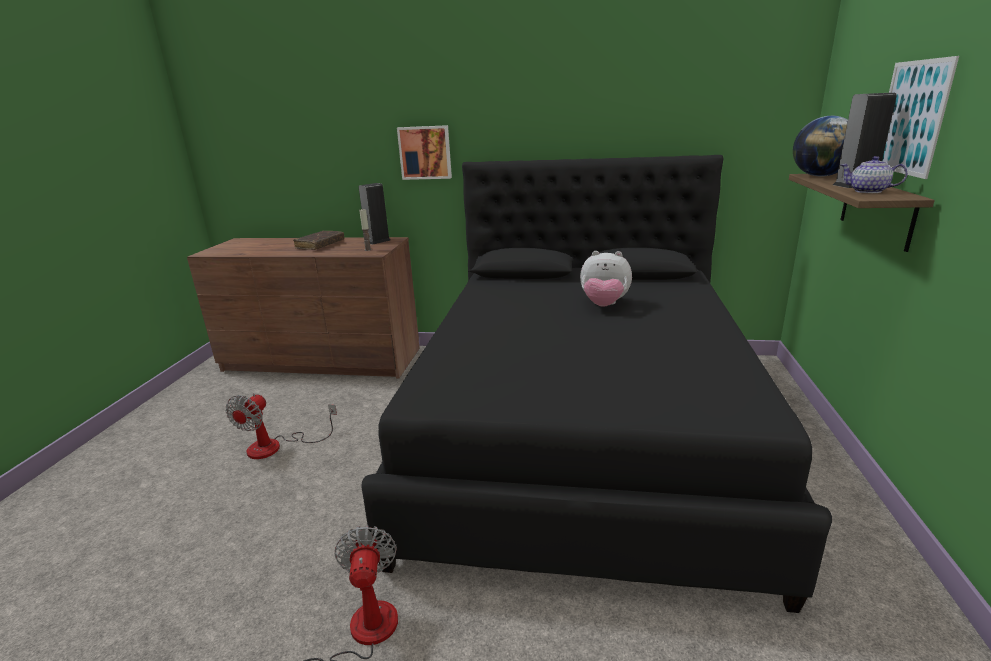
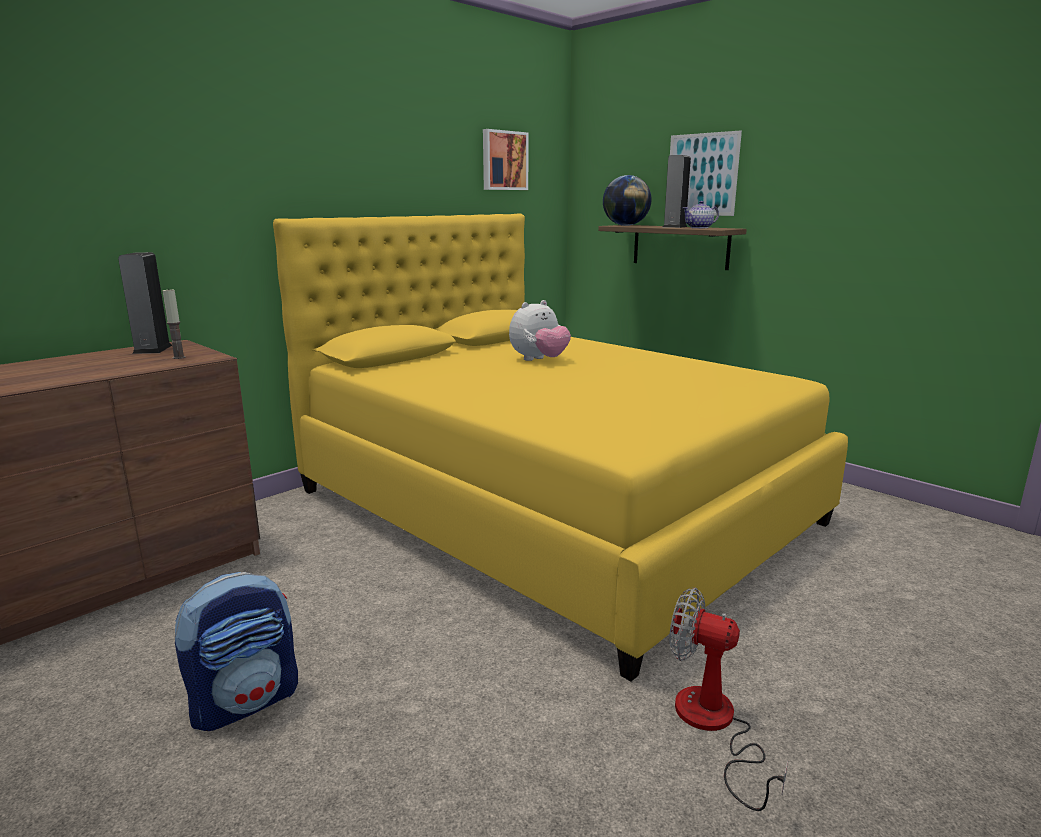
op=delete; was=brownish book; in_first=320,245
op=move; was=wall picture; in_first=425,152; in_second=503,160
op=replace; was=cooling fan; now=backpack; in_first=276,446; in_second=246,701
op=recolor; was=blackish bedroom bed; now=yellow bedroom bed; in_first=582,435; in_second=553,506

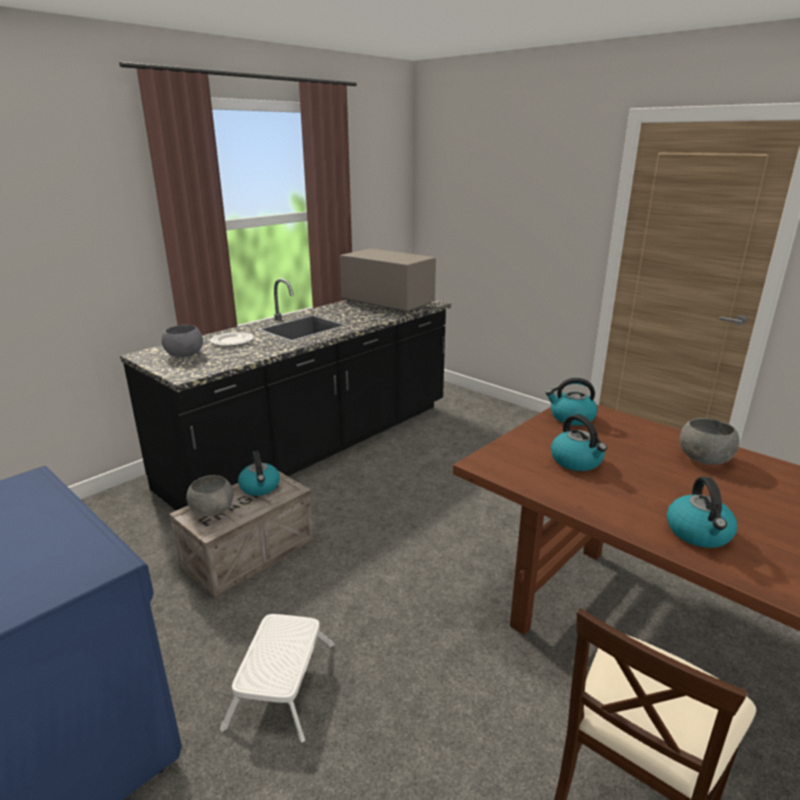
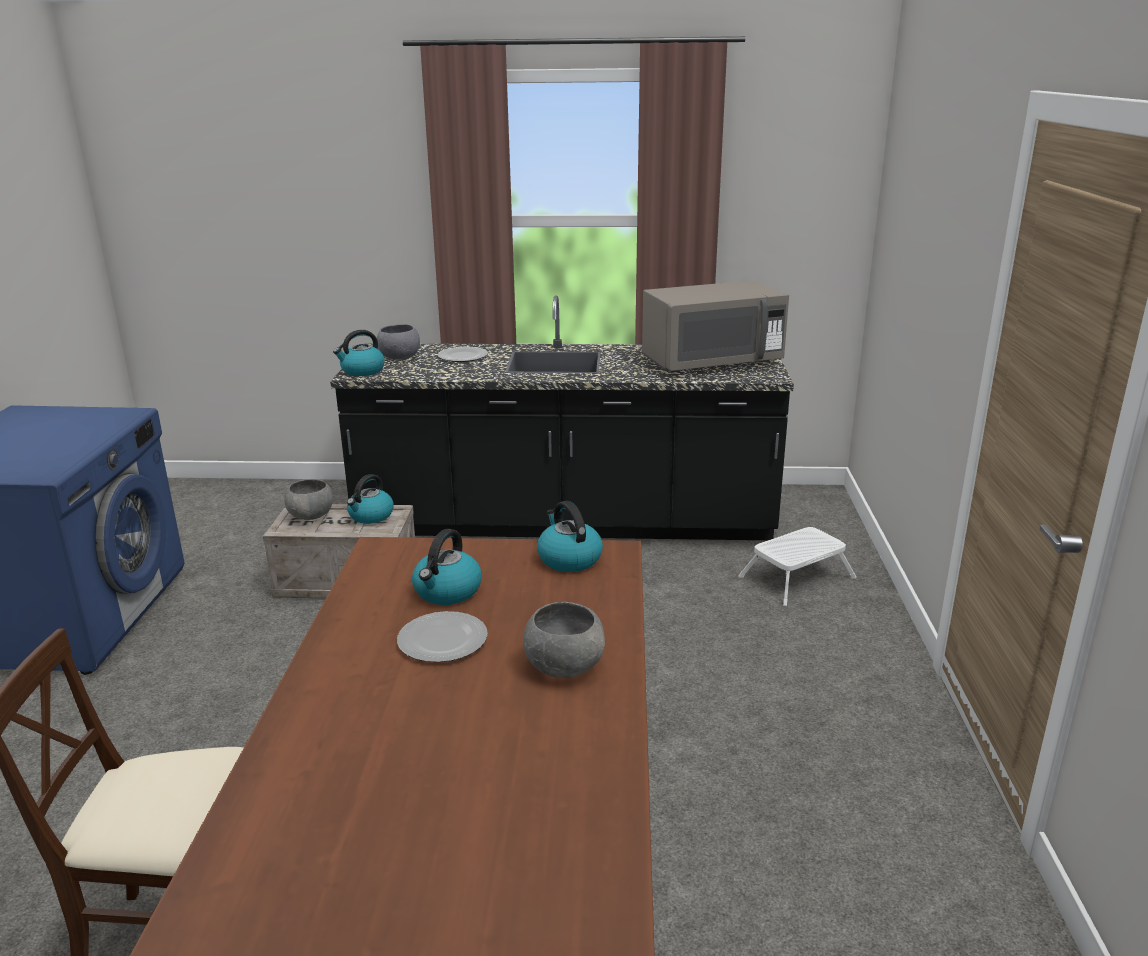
op=insert; now=dinner plate; in_second=441,641
op=move; was=white-coloured step ladder; in_first=282,684; in_second=797,577
op=move; was=tea kettle; in_first=699,533; in_second=362,371
op=rotate; was=greyish kitchen microwave; in_first=387,304; in_second=711,362; clockwise=75

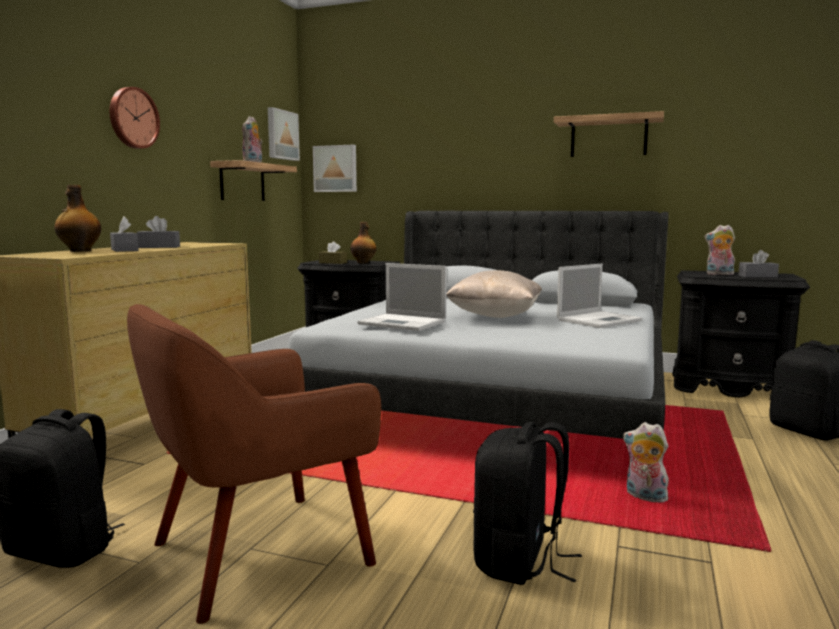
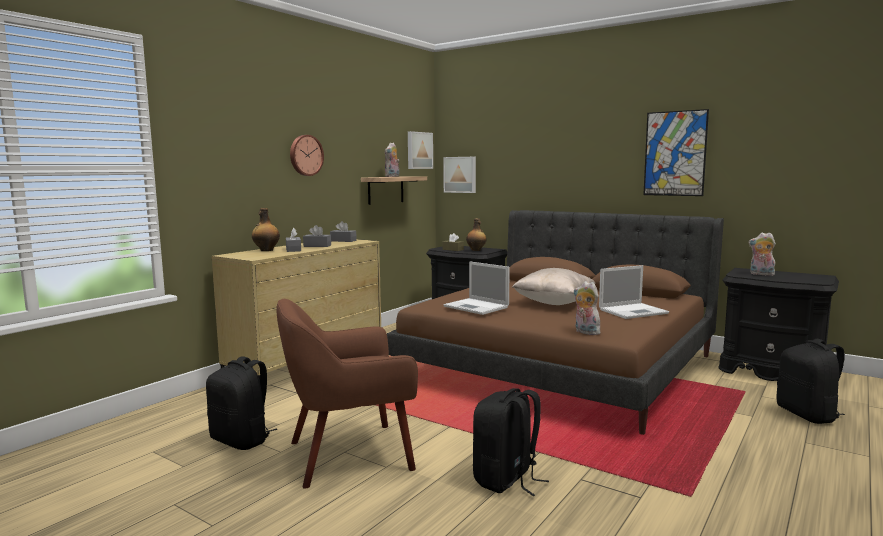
op=move; was=cuddly toy; in_first=644,497; in_second=585,332
op=move; was=greyish tissue box; in_first=757,276; in_second=343,241
op=replace; was=bracket shelf; now=wall picture; in_first=608,137; in_second=675,153
op=recolor; was=greyish bedroom bed; now=brownish bedroom bed; in_first=496,399; in_second=560,366

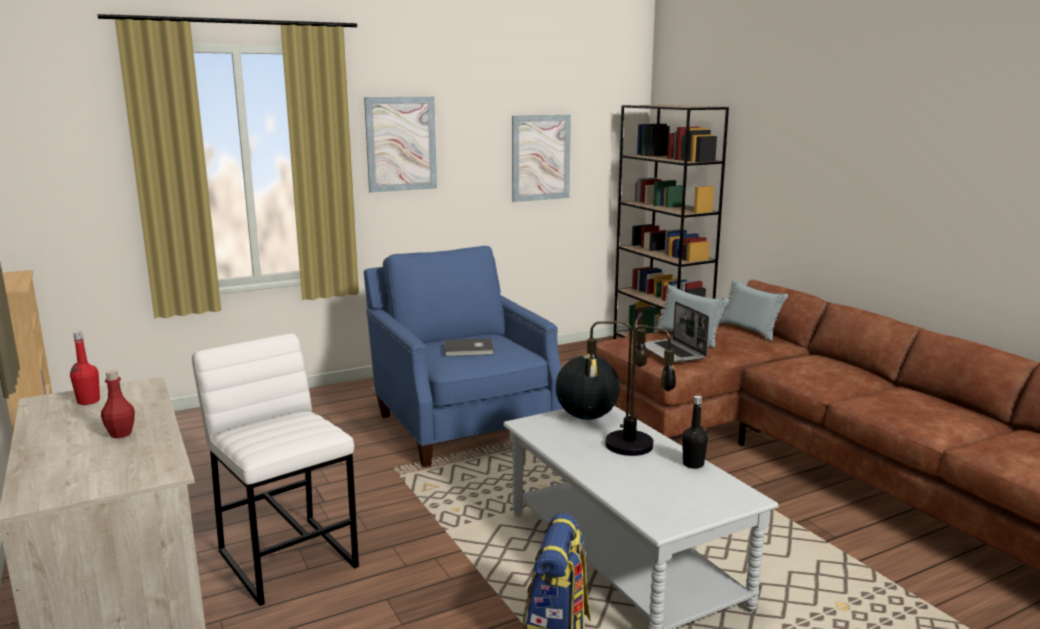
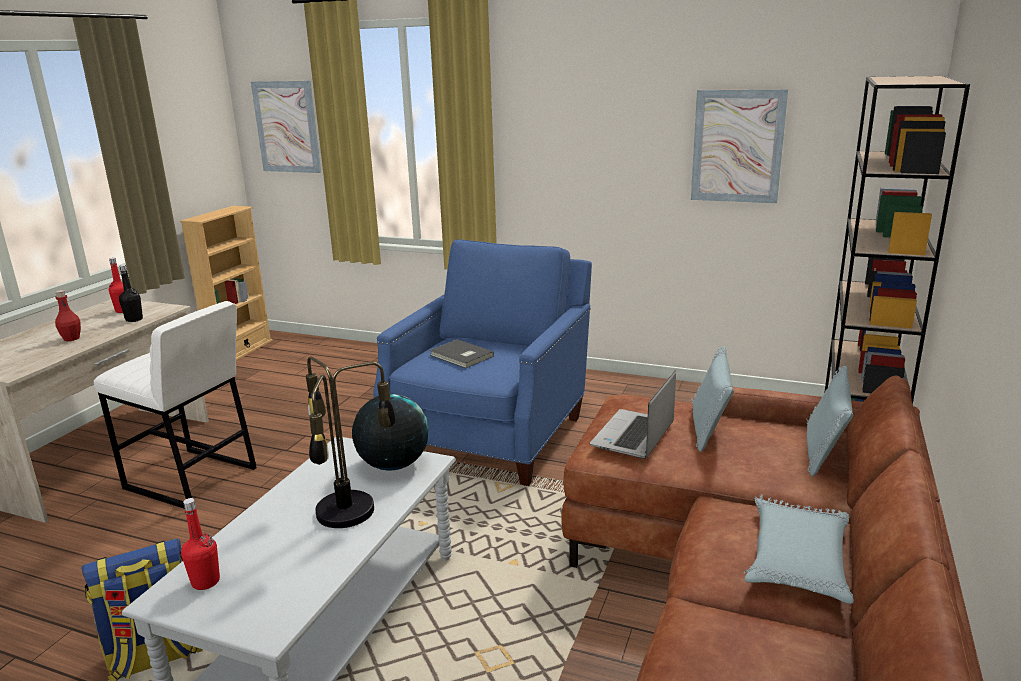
op=insert; now=red bottle; in_second=205,582
op=insert; now=bluish pillow; in_second=797,556
op=move; was=wall picture; in_first=401,144; in_second=287,127
op=move; was=blackish bottle; in_first=693,464; in_second=134,319
op=rotate; was=white-coloured plain chair; in_first=286,557; in_second=193,479; clockwise=105

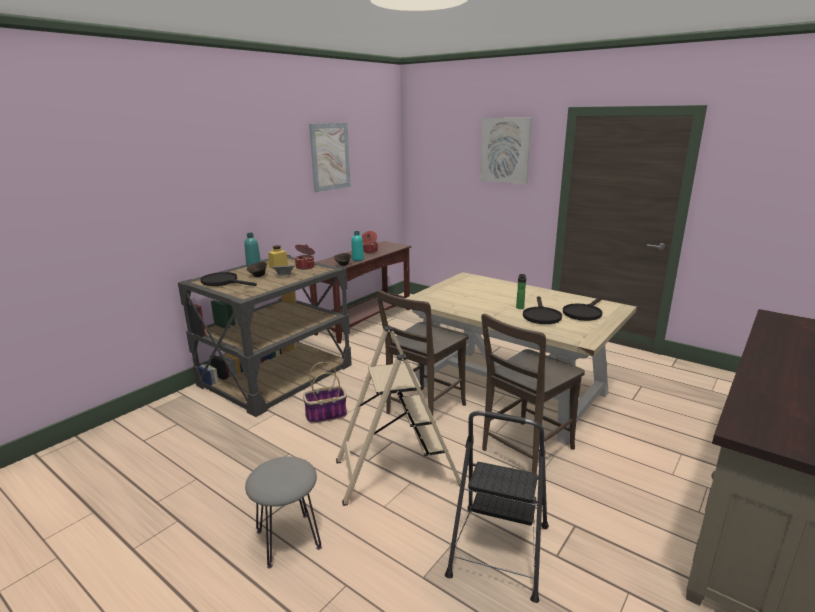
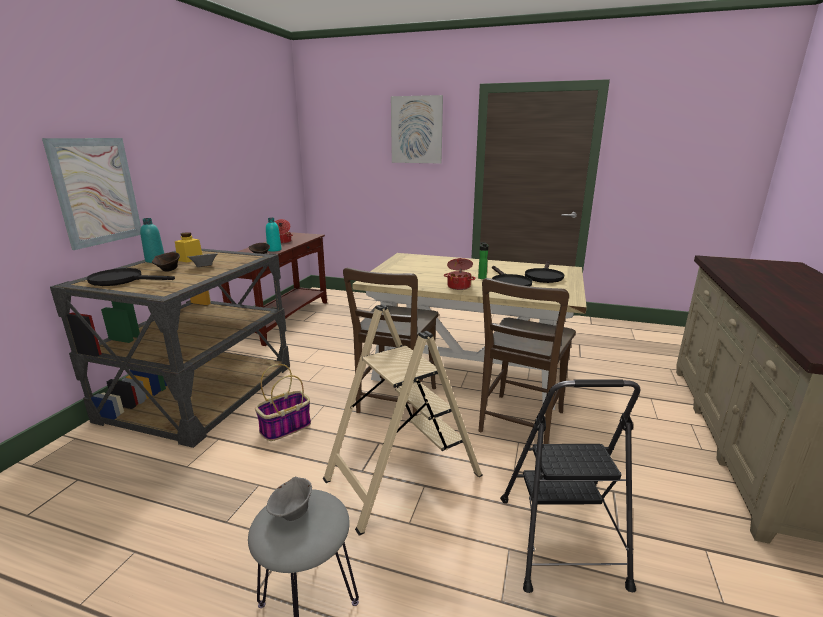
op=insert; now=greyish bowl; in_second=292,513
op=move; was=saucepot; in_first=305,267; in_second=459,286
op=move; was=wall picture; in_first=330,156; in_second=96,191

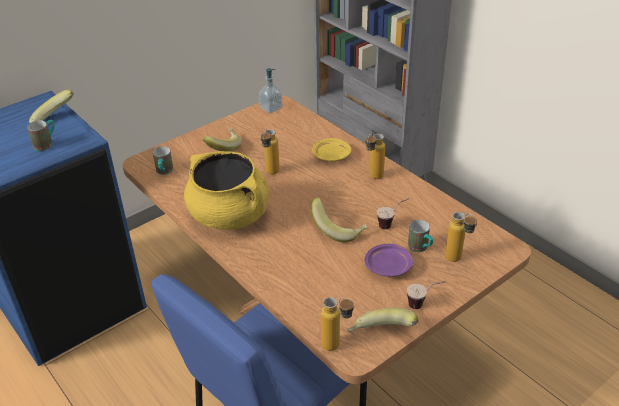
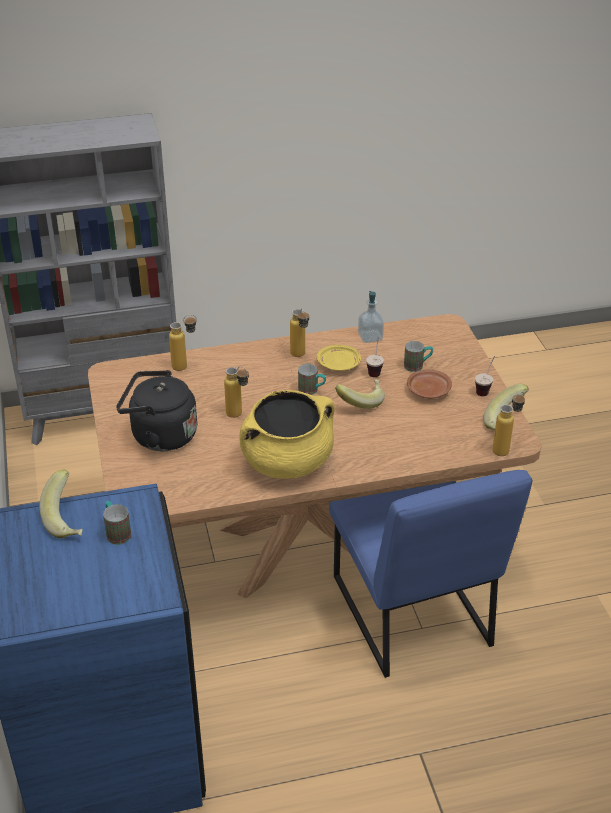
op=move; was=mug; in_first=164,172; in_second=312,390
op=move; was=liquid soap bottle; in_first=271,108; in_second=370,337
op=move; was=yellow dinner plate; in_first=331,156; in_second=339,364
op=move; was=bottle; in_first=457,261; in_second=186,366
op=replace; was=banana fruit; now=blackish tea kettle; in_first=223,148; in_second=160,435
op=recolor; was=purplish dinner plate; now=brownish dinner plate; in_first=388,266; in_second=428,390

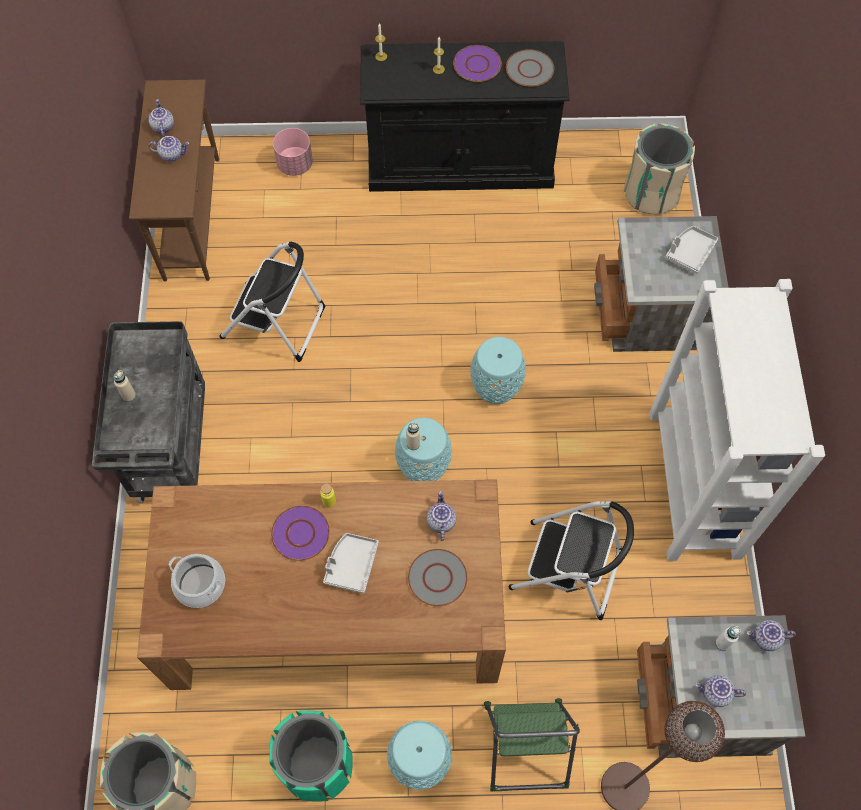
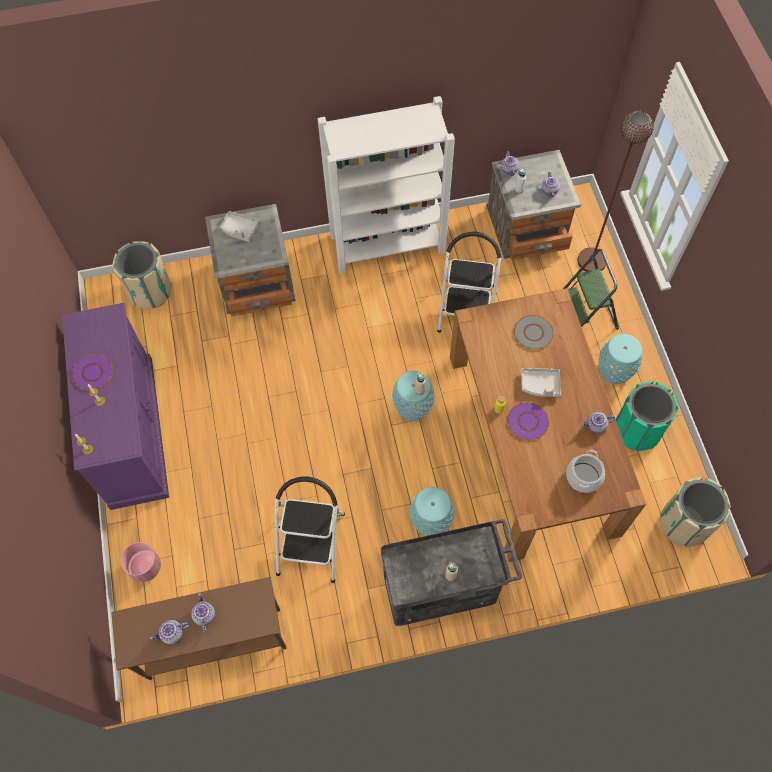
op=delete; was=greyish dinner plate; in_first=530,69
op=move; was=tea pot; in_first=440,521; in_second=595,426
op=move; was=turquoise stool seat; in_first=496,386; in_second=431,520
op=recolor; was=blackish cabinet; now=purplish cabinet; in_first=461,163; in_second=132,430

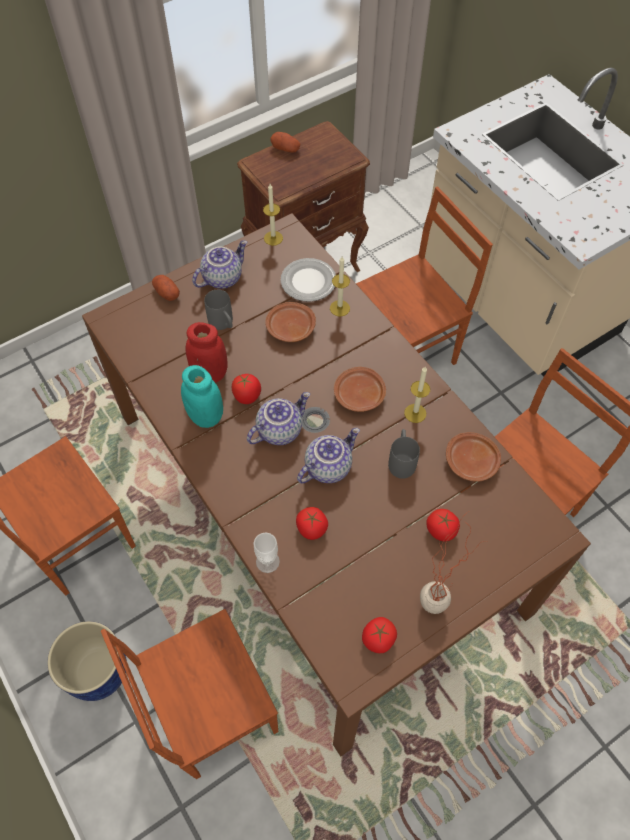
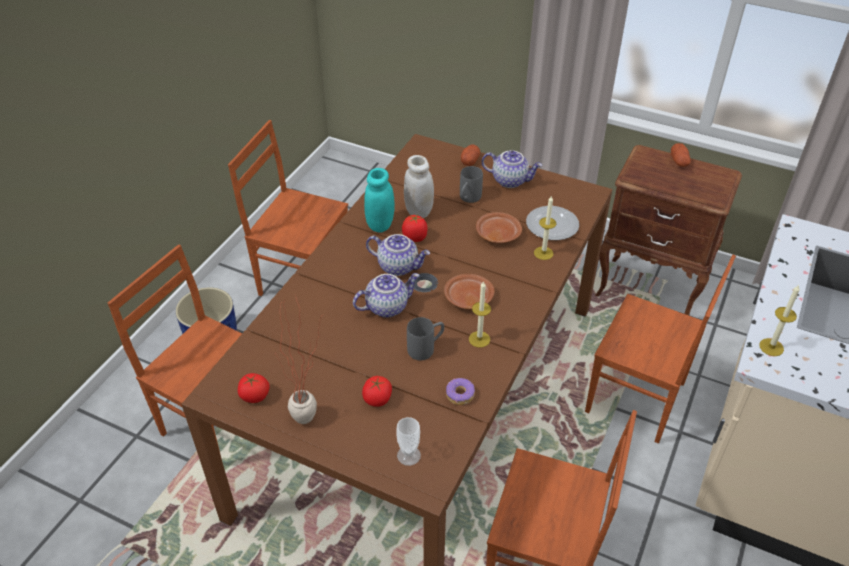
op=delete; was=tomato; in_first=311,528
op=move; was=small cup; in_first=267,561; in_second=408,455
op=move; was=wax candle; in_first=273,238; in_second=771,347
op=replace; was=brownish dinner plate; now=doughnut; in_first=471,462; in_second=460,395
op=recolor; was=red preserve jar; now=white-coloured preserve jar; in_first=210,373; in_second=418,211
op=rotate; was=tea pot; in_first=327,466; in_second=387,306; clockwise=-45

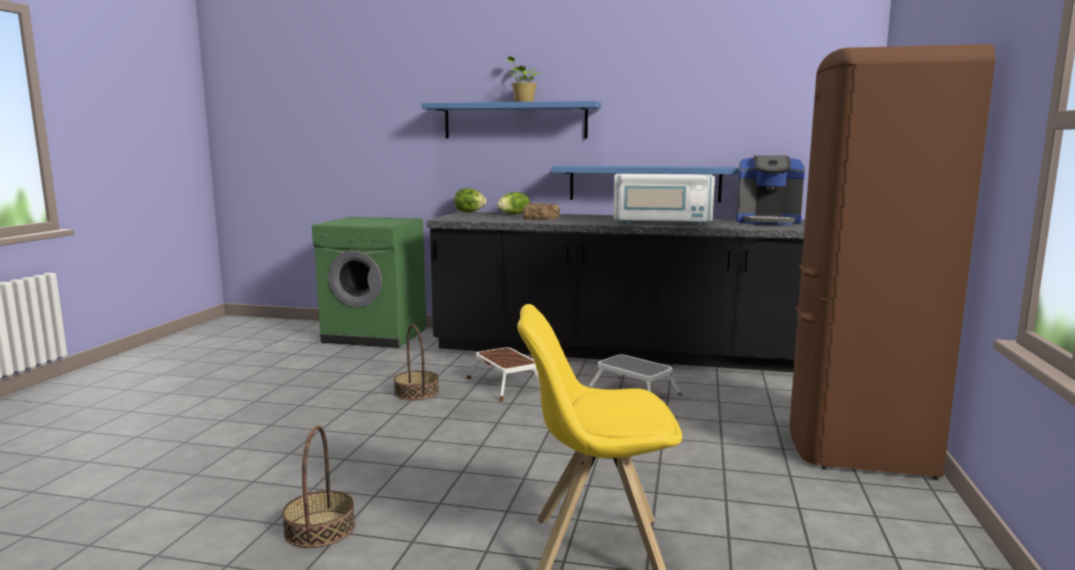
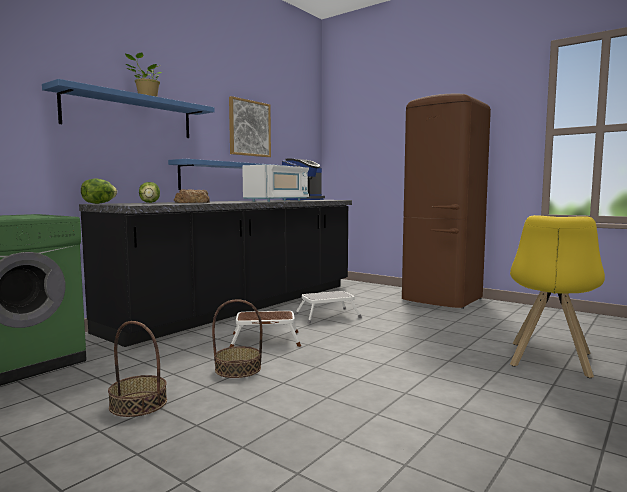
op=insert; now=wall picture; in_second=249,128
op=move; was=storage basket; in_first=319,529; in_second=138,404

